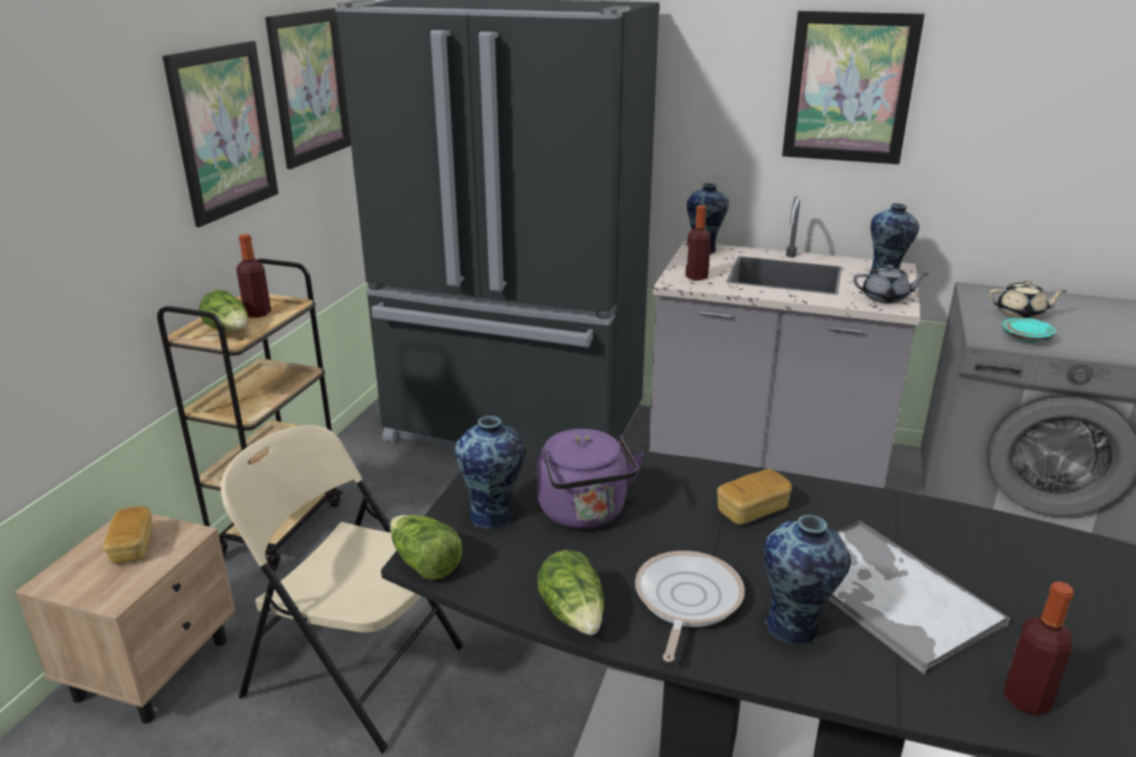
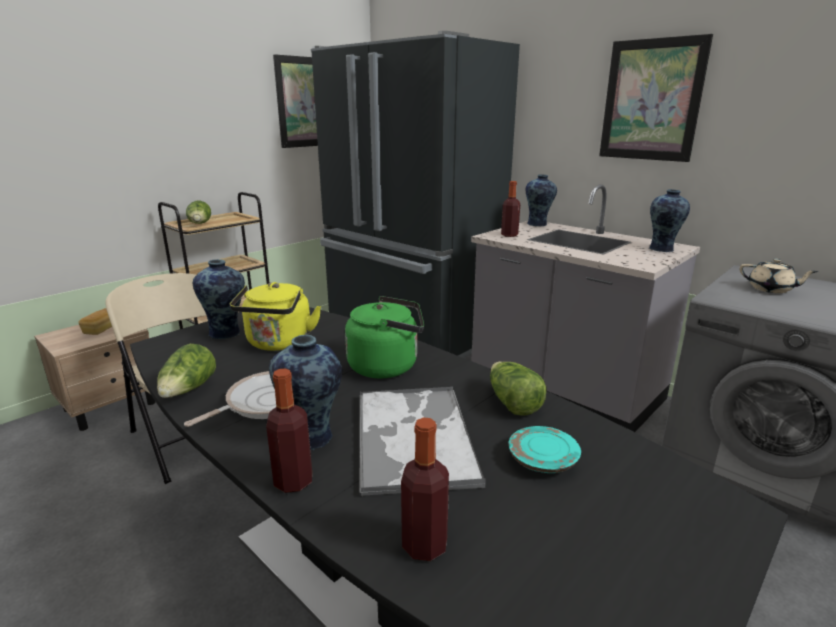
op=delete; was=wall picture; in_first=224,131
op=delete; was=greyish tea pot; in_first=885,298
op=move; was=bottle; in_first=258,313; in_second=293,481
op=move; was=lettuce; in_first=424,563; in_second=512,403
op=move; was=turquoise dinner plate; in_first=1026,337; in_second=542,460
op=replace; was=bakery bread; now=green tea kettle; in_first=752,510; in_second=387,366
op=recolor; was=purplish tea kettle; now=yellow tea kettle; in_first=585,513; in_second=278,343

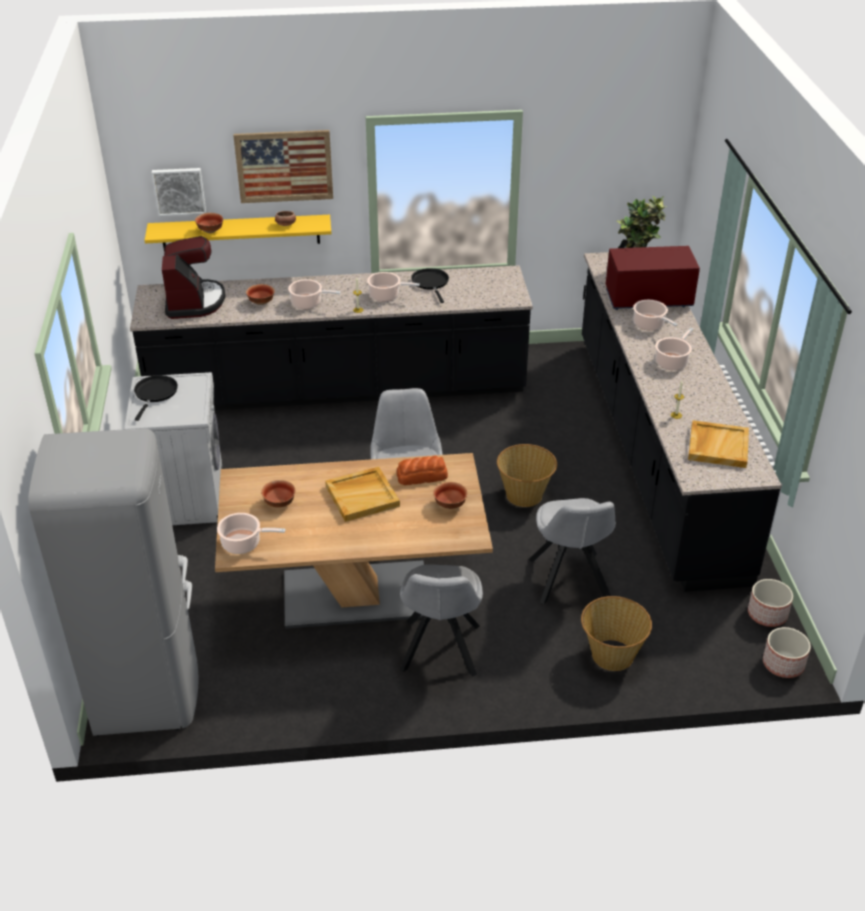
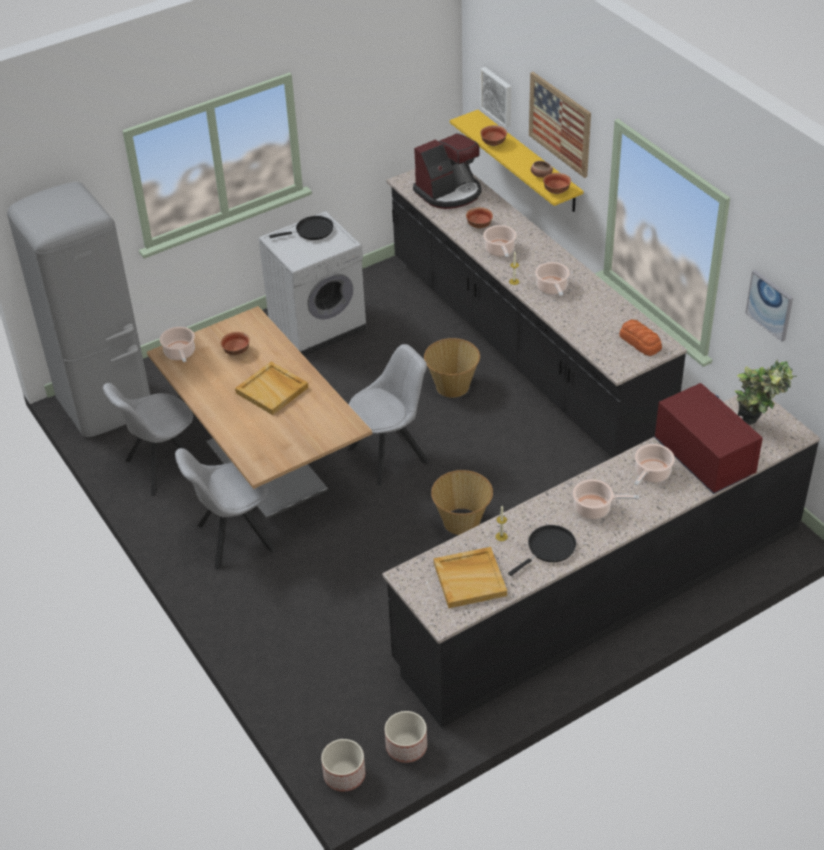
op=insert; now=wall picture; in_second=770,305
op=move; was=bakery bread; in_first=422,476; in_second=640,342
op=move; was=blackish frying pan; in_first=431,283; in_second=549,548
op=move; was=bowl; in_first=449,505; in_second=556,191
op=move; was=greyish plain chair; in_first=569,580; in_second=162,467
op=move; was=storage basket; in_first=611,655; in_second=452,385

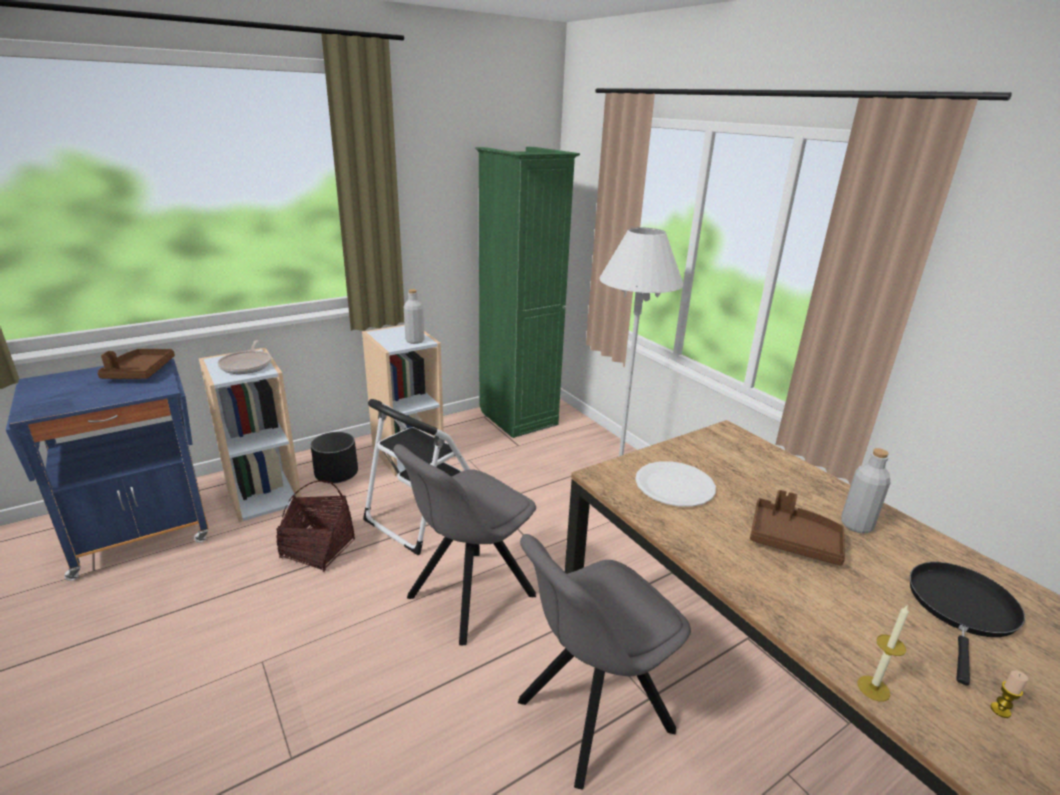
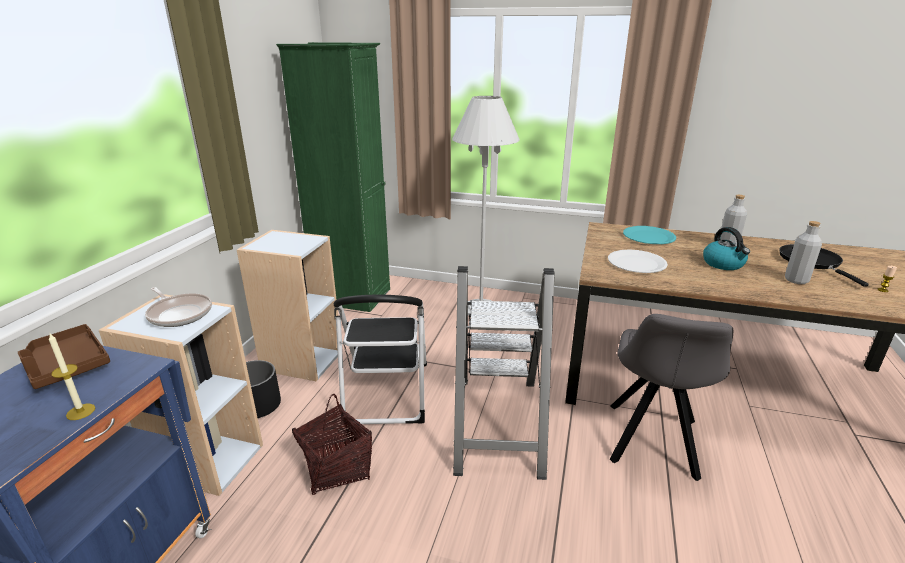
op=insert; now=turquoise dinner plate; in_second=649,237
op=move; was=greyish bottle; in_first=415,341; in_second=796,280
op=move; was=wax candle; in_first=873,688; in_second=81,412
op=replace; was=greyish plain chair; now=greyish step ladder; in_first=470,596; in_second=497,425
op=replace; was=brownish carrying tray; now=tea kettle; in_first=793,540; in_second=723,264

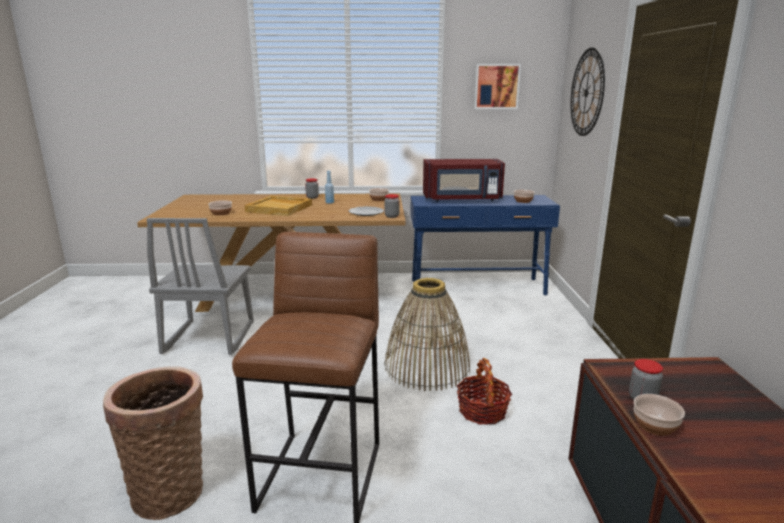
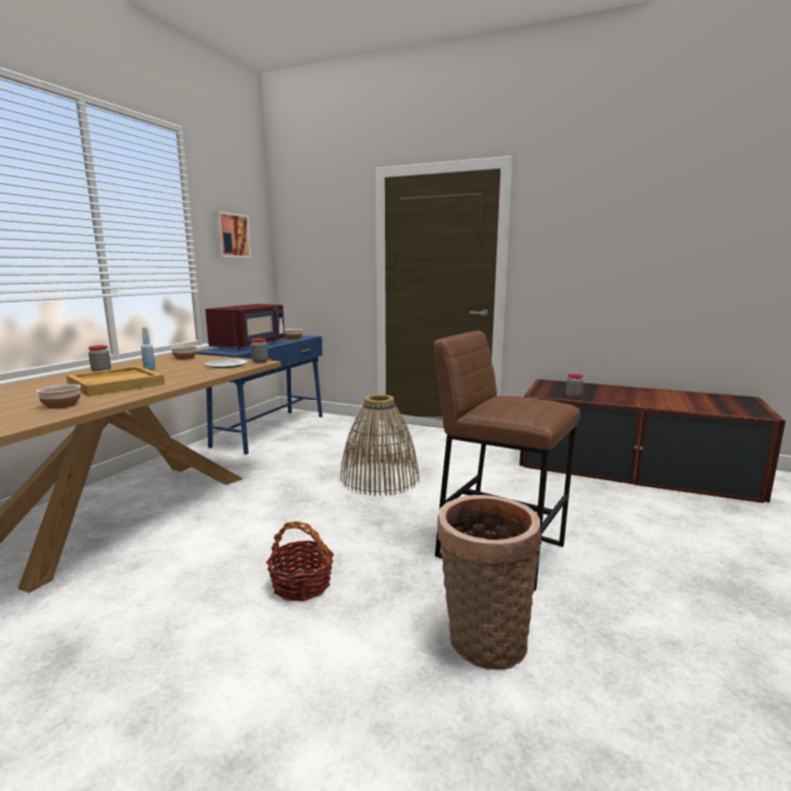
op=delete; was=greyish plain chair; in_first=208,338
op=delete; was=clock on the wall; in_first=586,92
op=delete; was=bowl; in_first=655,426
op=move; was=storage basket; in_first=482,411; in_second=302,585

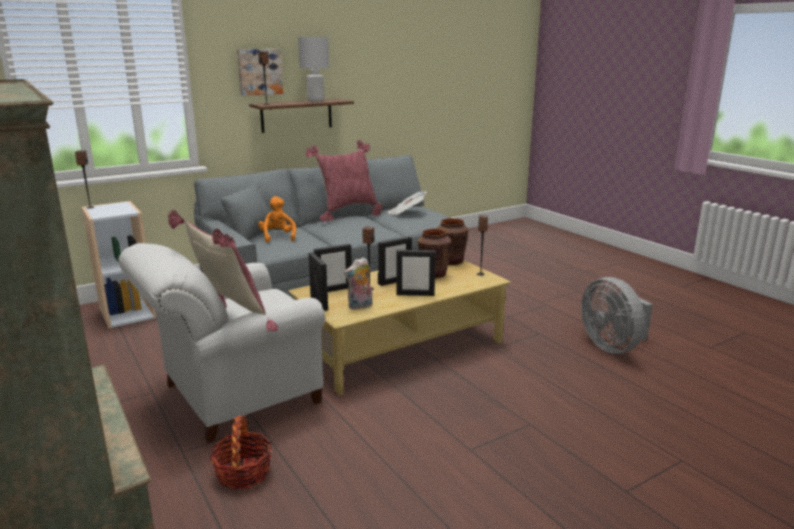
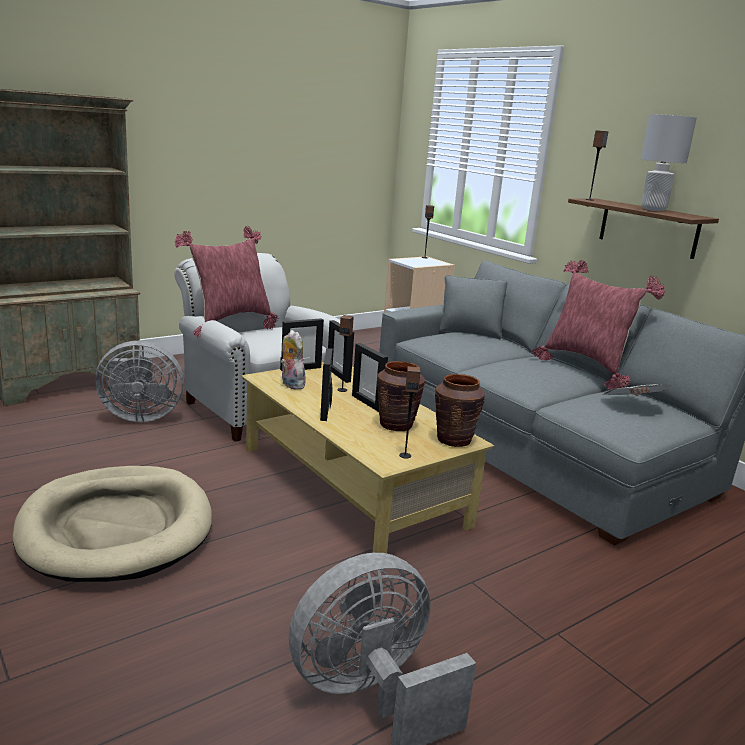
op=delete; was=wall picture; in_first=259,71
op=delete; was=orange cuddly toy; in_first=278,237
op=insert; now=sand-coloured pet bed; in_second=116,528
op=replace; was=storage basket; now=greyish cooling fan; in_first=243,473; in_second=140,416

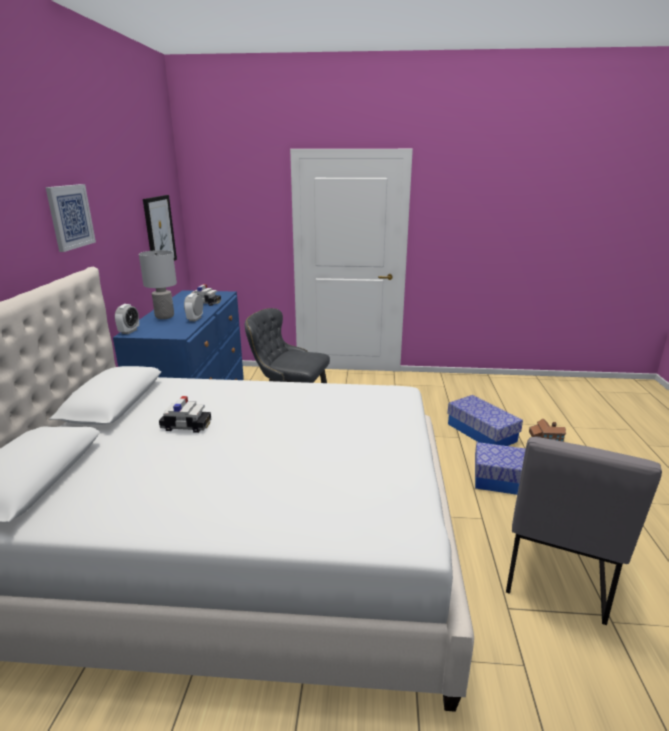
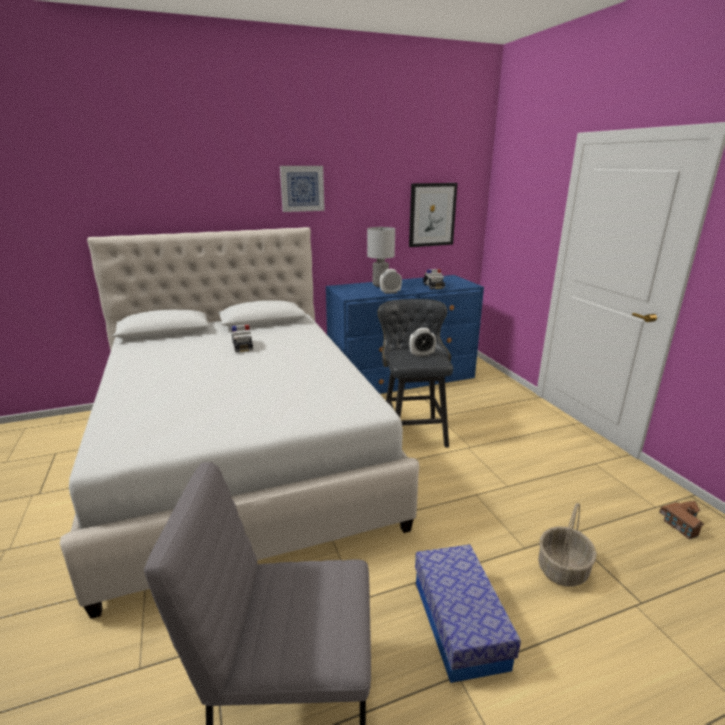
op=move; was=bedside clock; in_first=129,331; in_second=421,355
op=move; was=model house; in_first=545,437; in_second=680,523
op=replace; was=storage container; now=storage basket; in_first=481,432; in_second=563,570

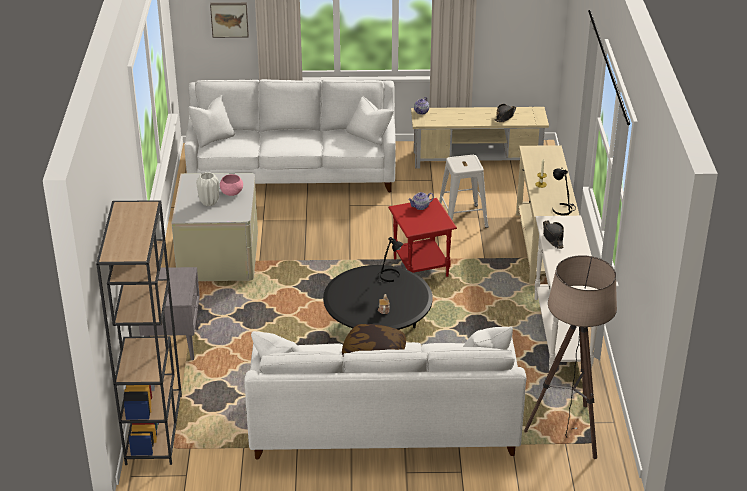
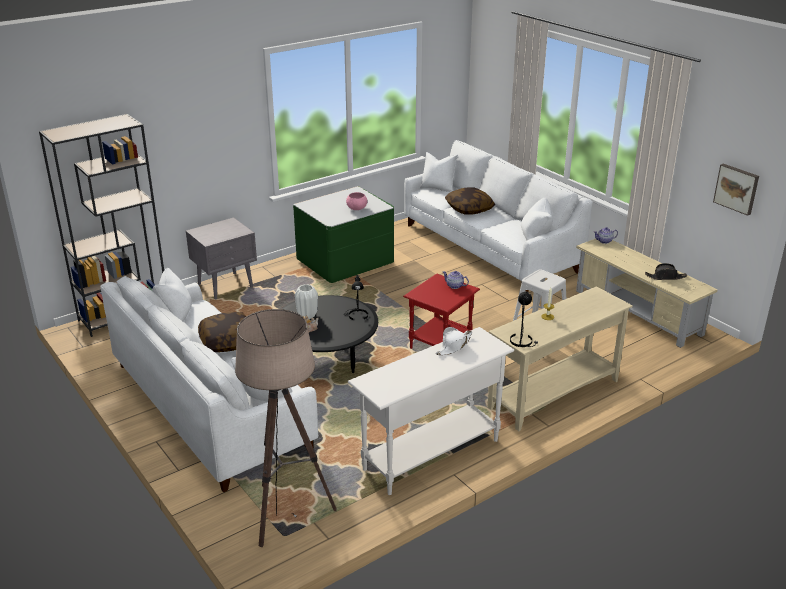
op=insert; now=pillow; in_second=469,209
op=move; was=white-coloured vase; in_first=209,202; in_second=307,316
op=move; was=wall picture; in_first=229,19; in_second=737,188
op=recolor; was=sand-coloured night table; now=green night table; in_first=218,257; in_second=345,262
op=recolor; was=blackish hat; now=white-coloured hat; in_first=553,237; in_second=454,346

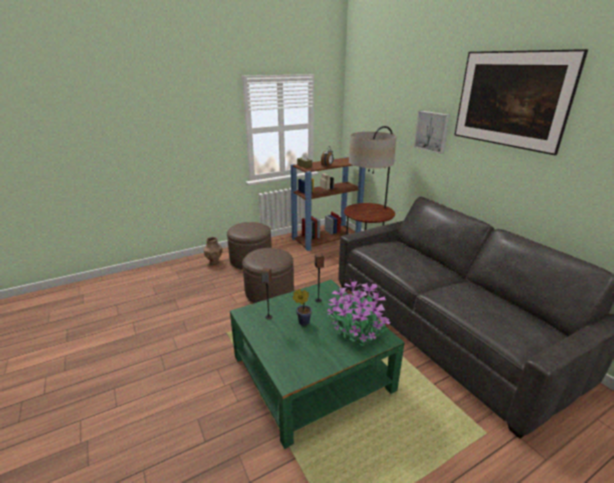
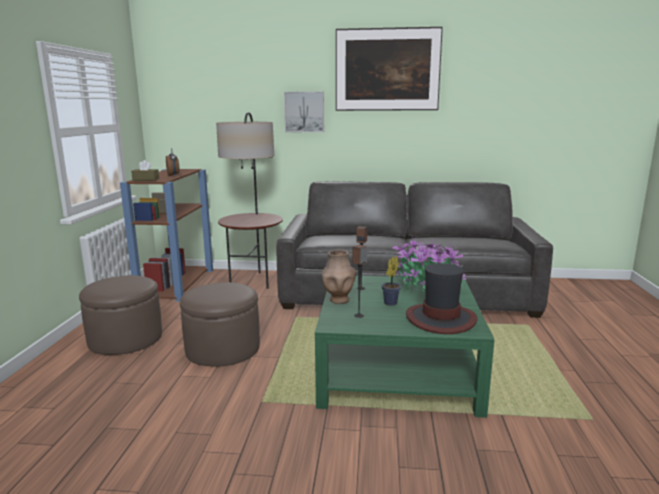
op=insert; now=hat; in_second=441,319
op=move; was=brownish vase; in_first=214,262; in_second=338,300

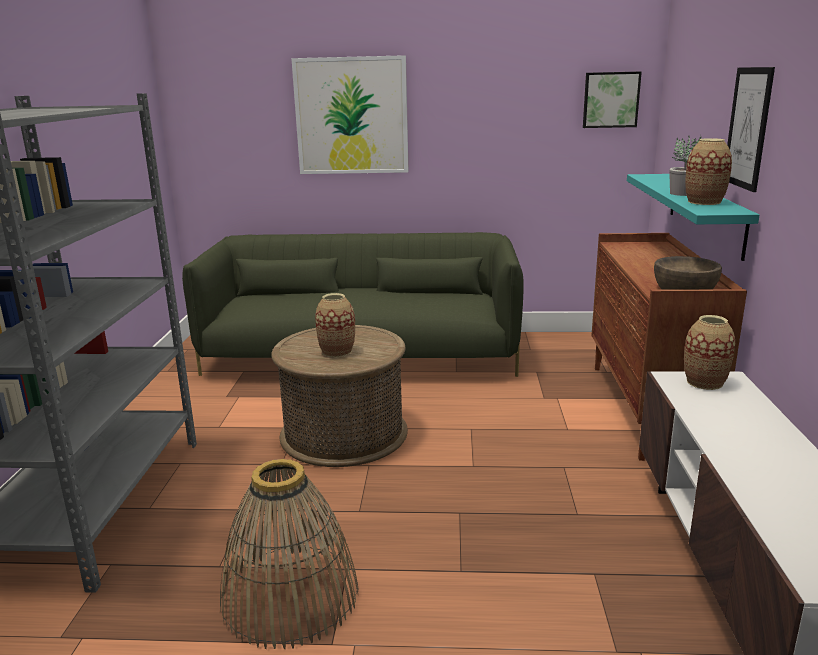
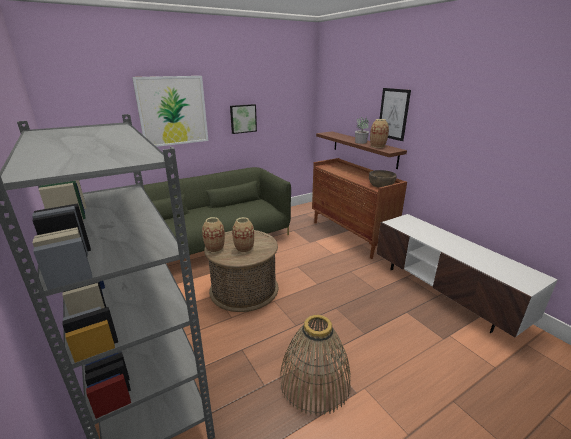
op=move; was=wall picture; in_first=610,99; in_second=243,118
op=move; was=vase; in_first=704,382; in_second=215,248
op=recolor; was=turquoise bracket shelf; now=brownish bracket shelf; in_first=705,212; in_second=364,149

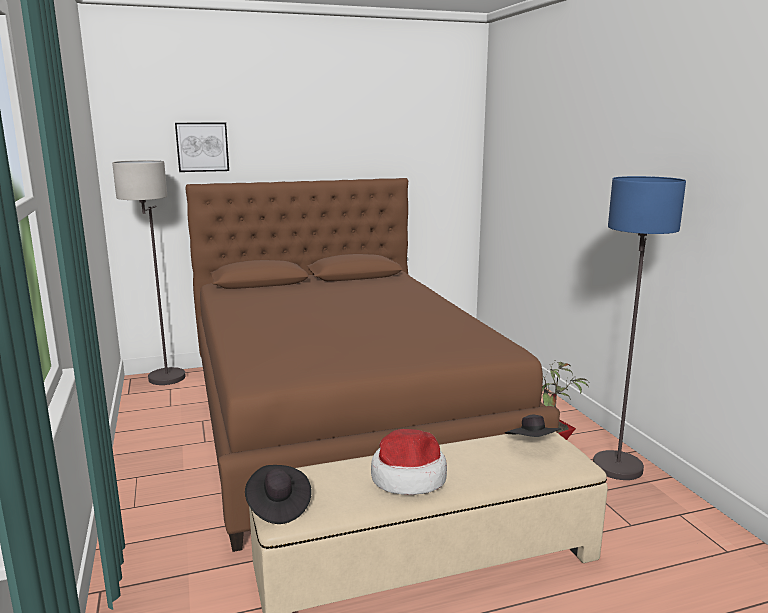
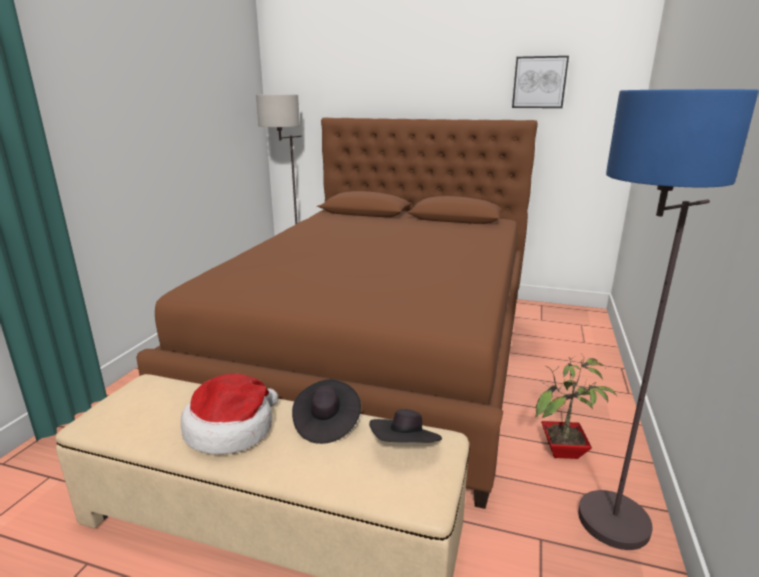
op=move; was=wall picture; in_first=202,147; in_second=539,82
op=move; was=blackish hat; in_first=278,506; in_second=326,424

